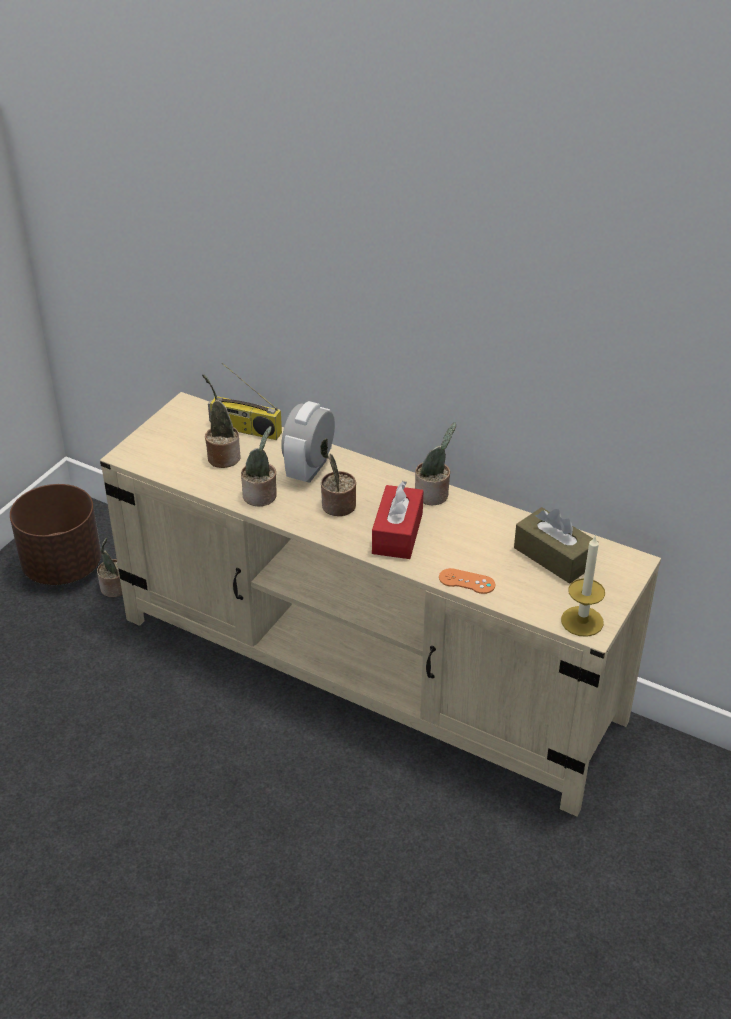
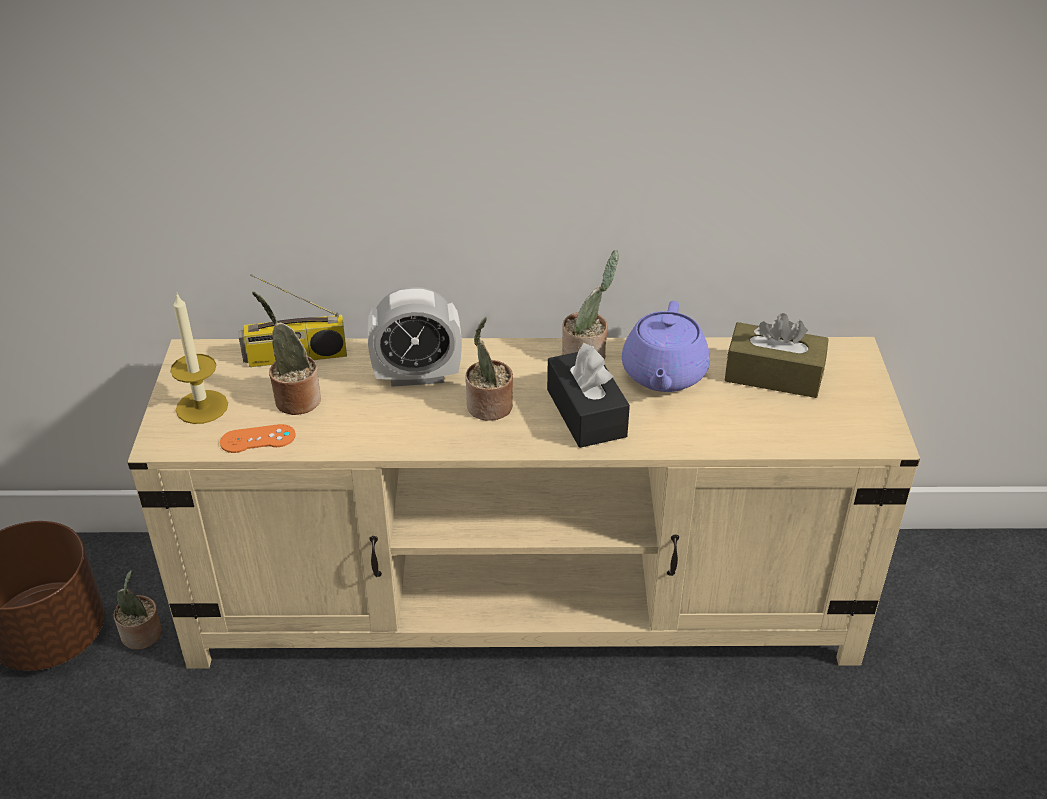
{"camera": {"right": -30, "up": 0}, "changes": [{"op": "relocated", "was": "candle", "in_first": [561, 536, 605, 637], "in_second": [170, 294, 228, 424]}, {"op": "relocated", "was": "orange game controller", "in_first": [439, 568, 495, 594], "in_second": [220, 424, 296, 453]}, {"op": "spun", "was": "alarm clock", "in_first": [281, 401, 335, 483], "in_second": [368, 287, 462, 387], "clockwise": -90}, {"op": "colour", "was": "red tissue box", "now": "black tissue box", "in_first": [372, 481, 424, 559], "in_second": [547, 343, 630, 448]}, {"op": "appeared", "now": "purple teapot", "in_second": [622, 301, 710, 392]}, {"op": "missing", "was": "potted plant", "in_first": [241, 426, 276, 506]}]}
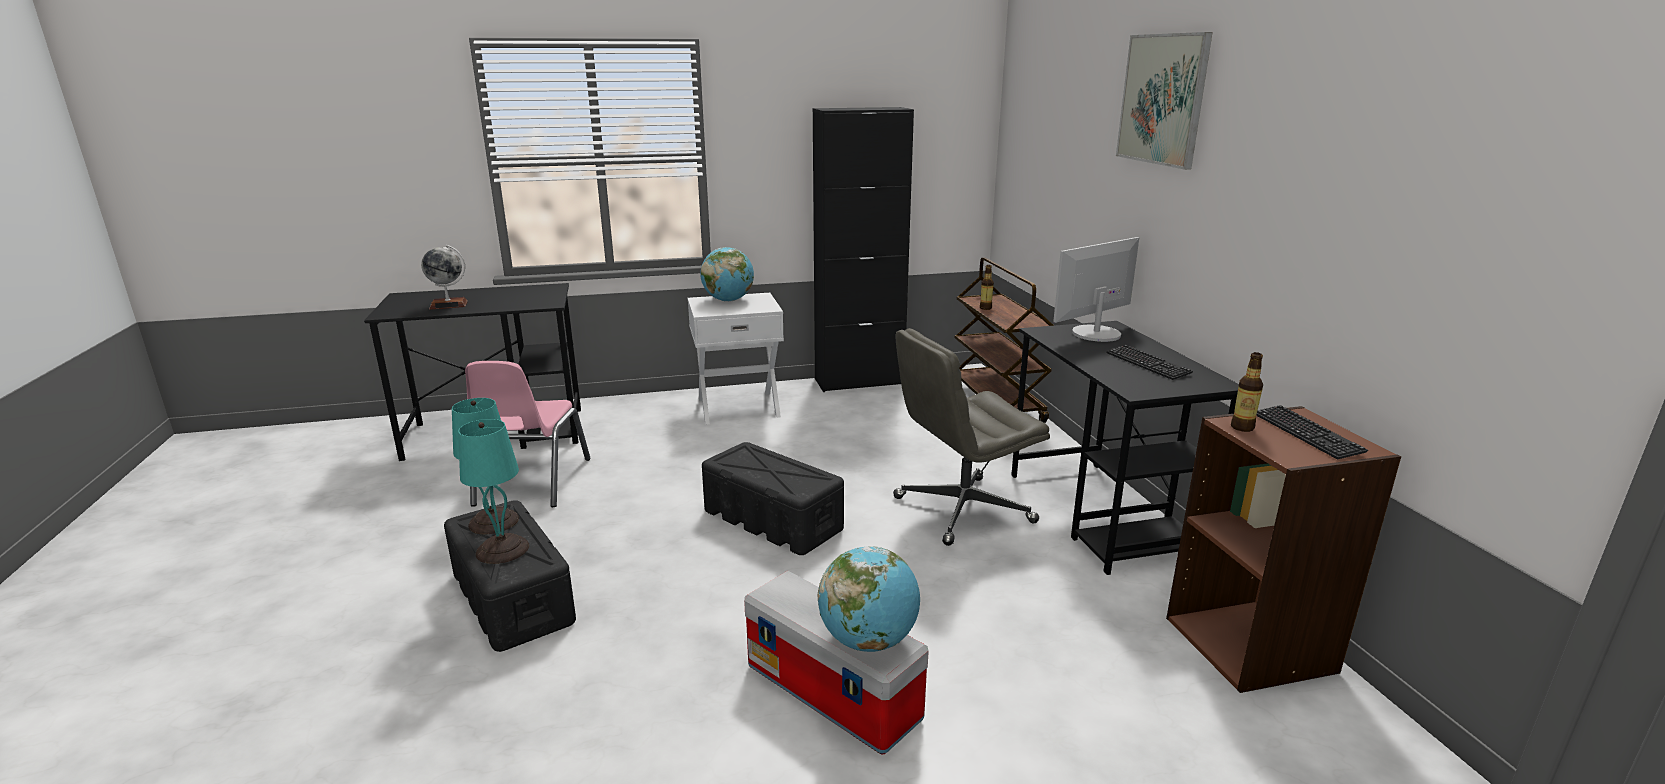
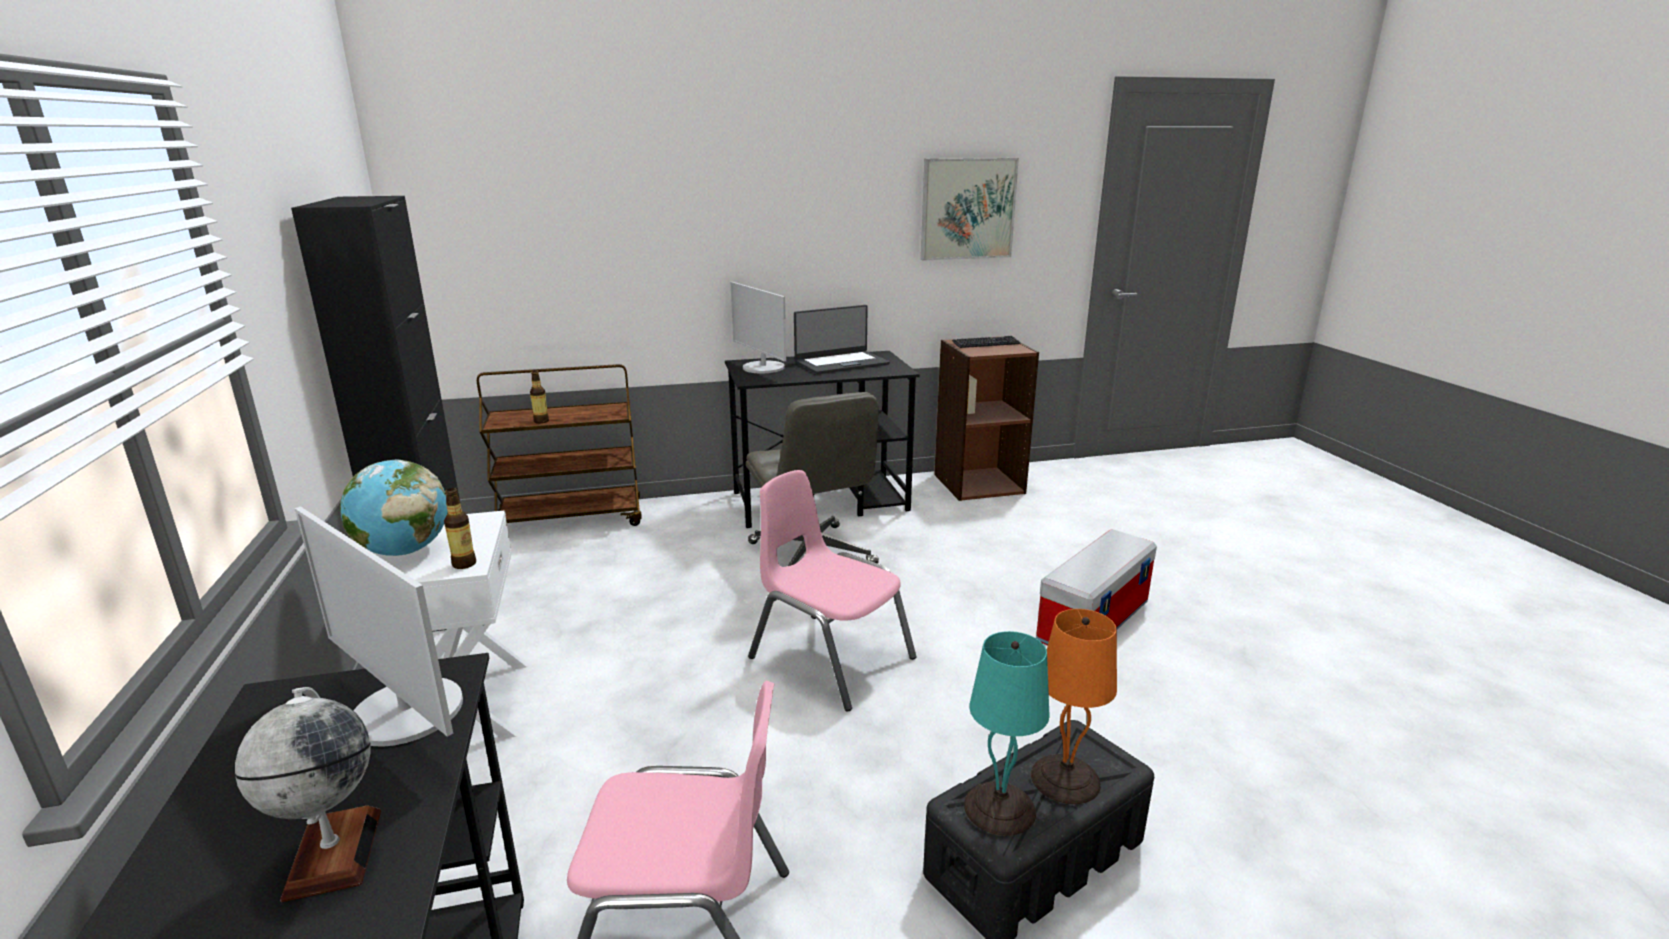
{"camera": {"right": -90, "up": 0}, "changes": [{"op": "appeared", "now": "monitor", "in_second": [295, 507, 463, 746]}, {"op": "relocated", "was": "bottle", "in_first": [1231, 352, 1263, 432], "in_second": [444, 488, 476, 569]}, {"op": "exchanged", "was": "black storage box", "now": "pink chair", "in_first": [702, 442, 844, 555], "in_second": [748, 470, 917, 711]}, {"op": "exchanged", "was": "keyboard", "now": "laptop", "in_first": [1107, 345, 1193, 380], "in_second": [794, 305, 890, 374]}, {"op": "relocated", "was": "picture", "in_first": [1116, 32, 1213, 170], "in_second": [921, 158, 1019, 260]}, {"op": "colour", "was": "turquoise table lamp", "now": "orange table lamp", "in_first": [458, 419, 529, 564], "in_second": [1031, 609, 1117, 804]}, {"op": "missing", "was": "globe", "in_first": [818, 546, 920, 652]}]}
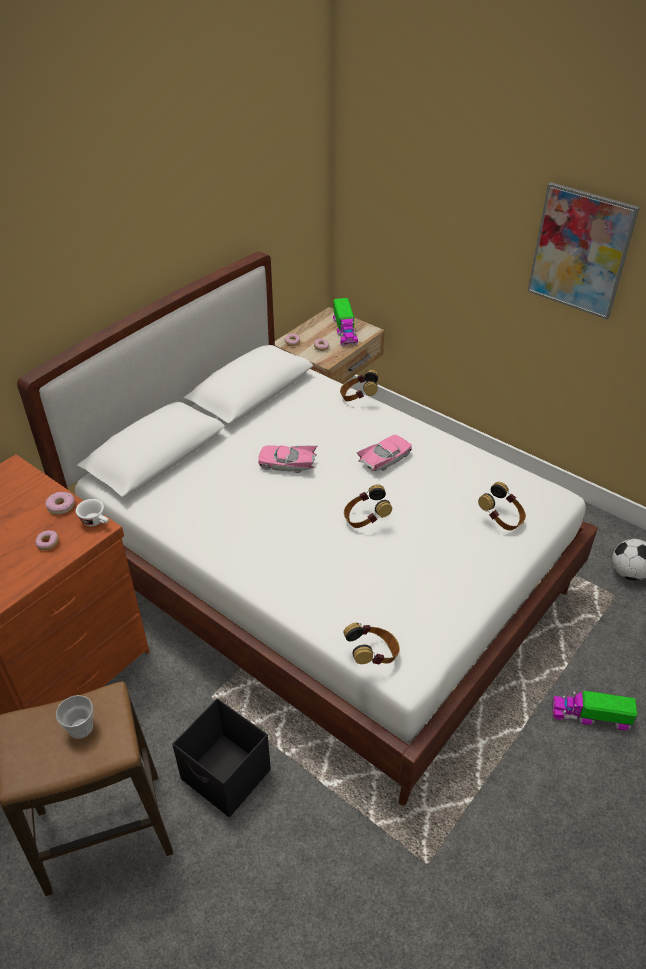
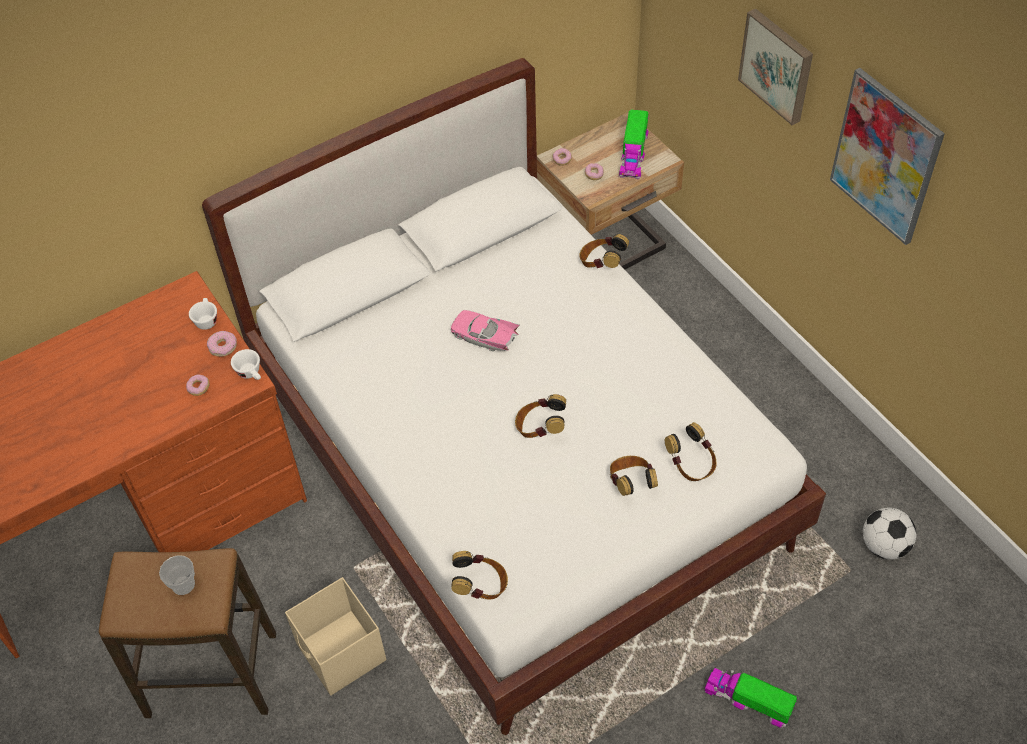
{"camera": {"right": 20, "up": 10}, "changes": [{"op": "appeared", "now": "white cup", "in_second": [189, 298, 217, 330]}, {"op": "colour", "was": "black storage box", "now": "beige storage box", "in_first": [172, 698, 271, 817], "in_second": [285, 577, 386, 696]}, {"op": "appeared", "now": "headphones", "in_second": [610, 456, 658, 496]}, {"op": "appeared", "now": "picture", "in_second": [738, 9, 813, 125]}, {"op": "missing", "was": "pink toy car", "in_first": [357, 435, 412, 471]}]}
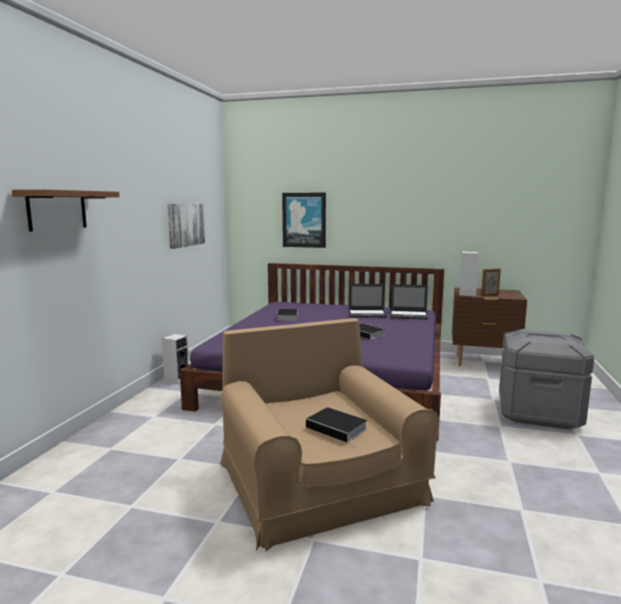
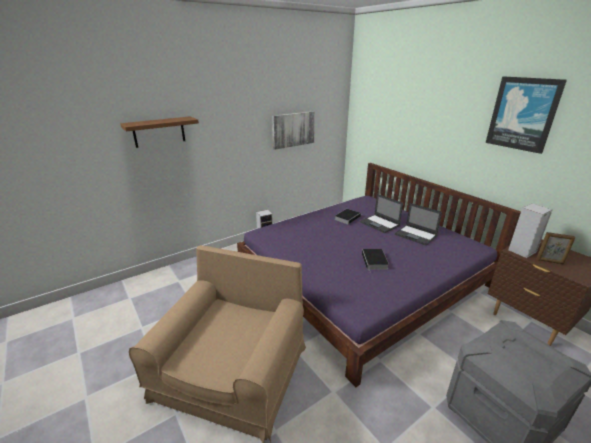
{"camera": {"right": 40, "up": 15}, "changes": [{"op": "relocated", "was": "laptop", "in_first": [390, 284, 428, 320], "in_second": [360, 194, 403, 233]}, {"op": "relocated", "was": "picture", "in_first": [282, 193, 326, 248], "in_second": [486, 76, 567, 154]}, {"op": "missing", "was": "book", "in_first": [306, 407, 367, 444]}]}
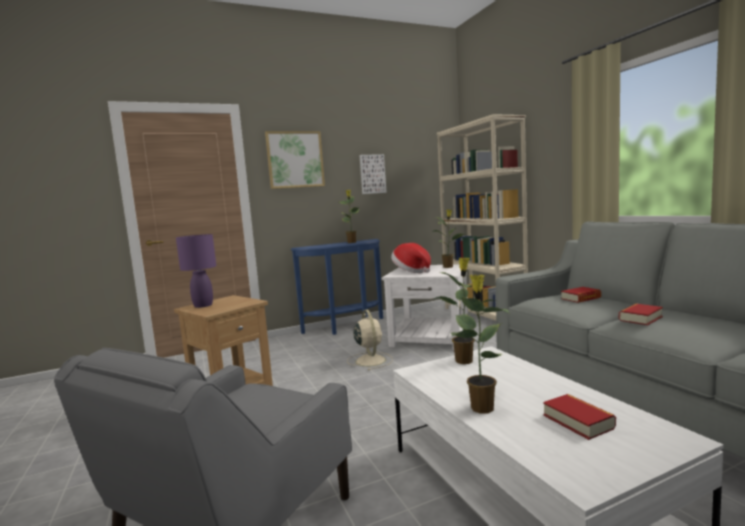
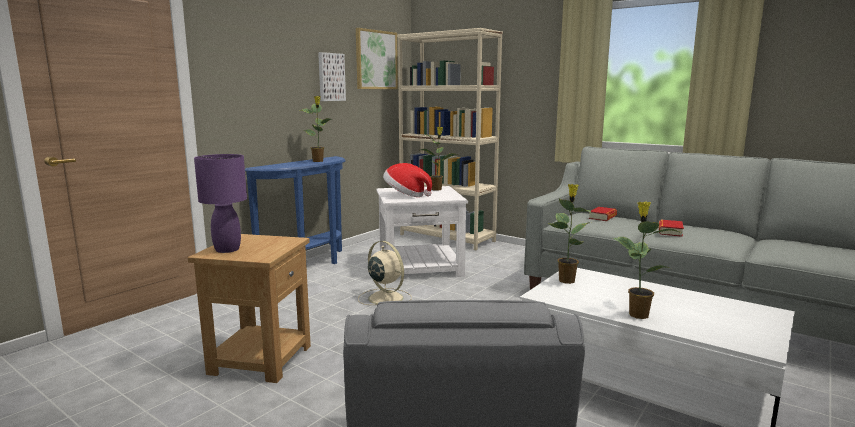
{"camera": {"right": -30, "up": 5}, "changes": [{"op": "relocated", "was": "picture", "in_first": [265, 131, 325, 189], "in_second": [356, 28, 398, 89]}, {"op": "missing", "was": "book", "in_first": [543, 394, 616, 440]}]}
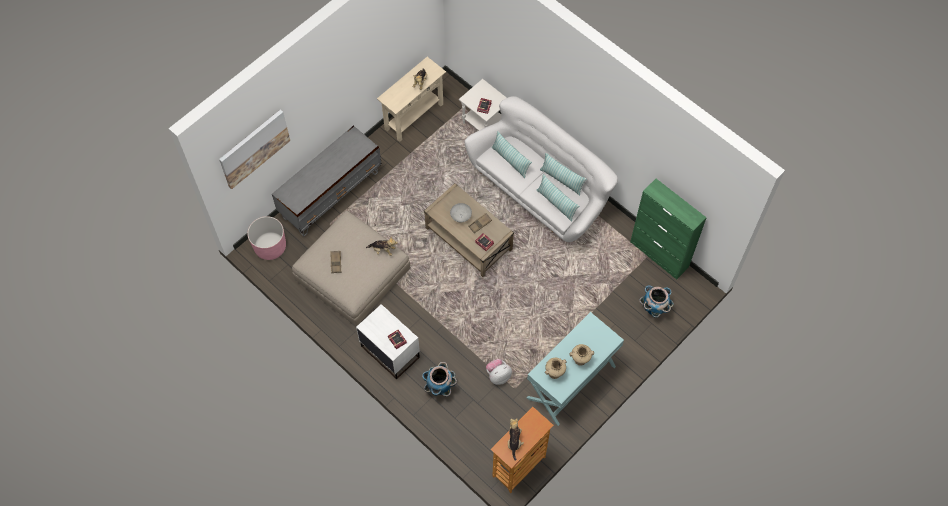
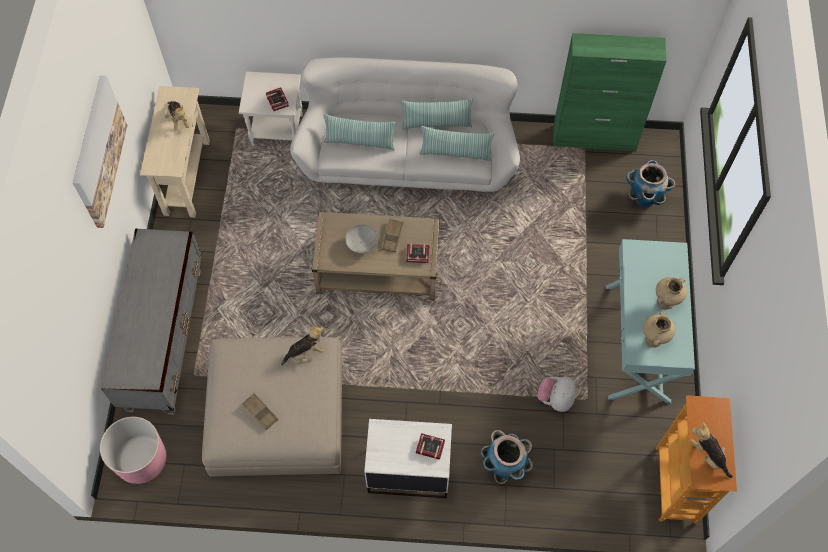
{"camera": {"right": -40, "up": 0}, "changes": [{"op": "relocated", "was": "picture", "in_first": [219, 109, 290, 189], "in_second": [73, 75, 127, 228]}]}
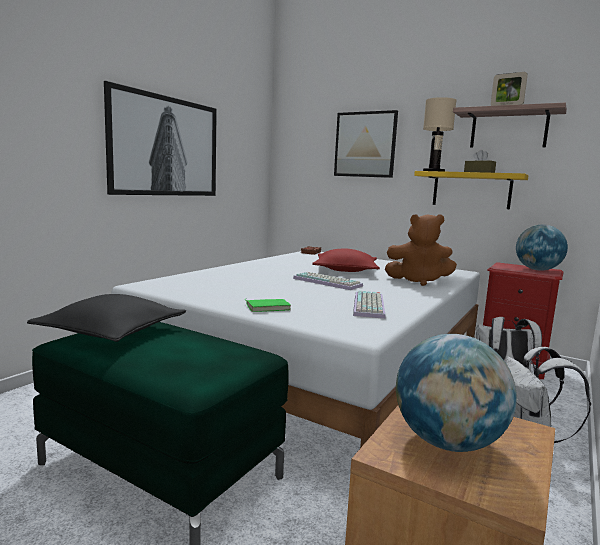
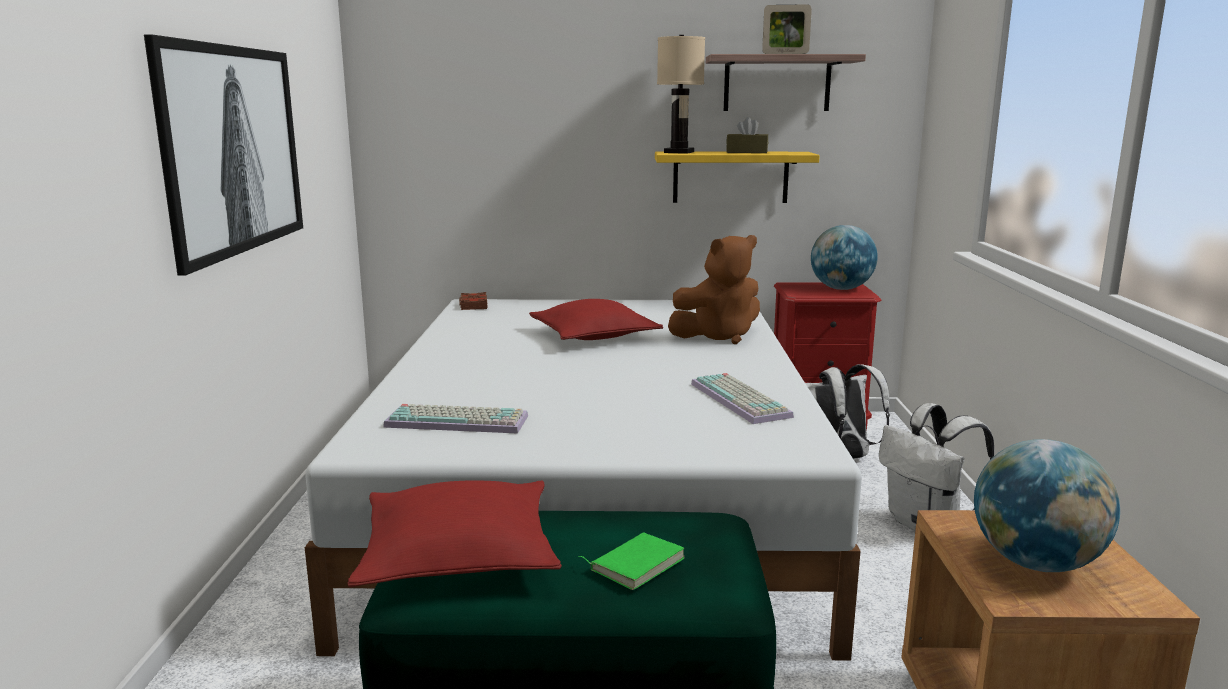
{"camera": {"right": -30, "up": 5}, "changes": [{"op": "colour", "was": "black pillow", "now": "red pillow", "in_first": [27, 294, 186, 342], "in_second": [347, 480, 562, 587]}, {"op": "relocated", "was": "keyboard", "in_first": [293, 272, 363, 290], "in_second": [383, 404, 528, 434]}, {"op": "relocated", "was": "green book", "in_first": [245, 299, 291, 312], "in_second": [578, 532, 685, 590]}, {"op": "missing", "was": "picture", "in_first": [334, 110, 398, 178]}]}
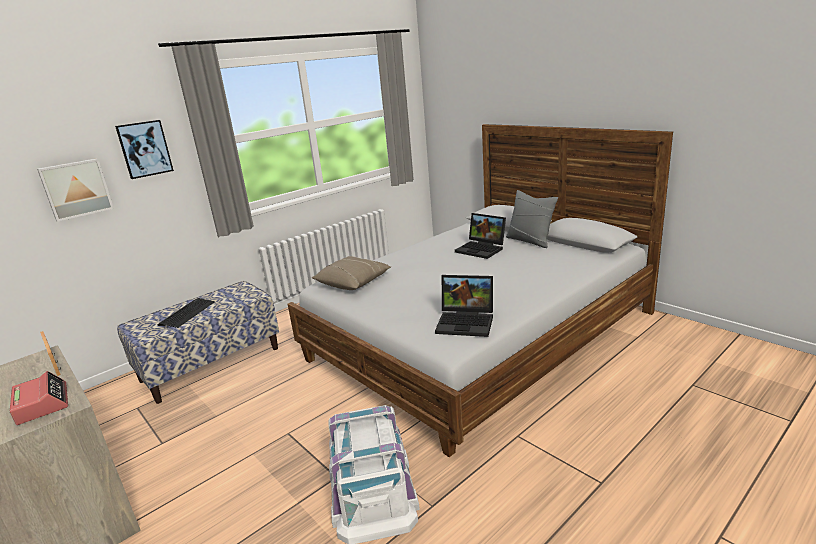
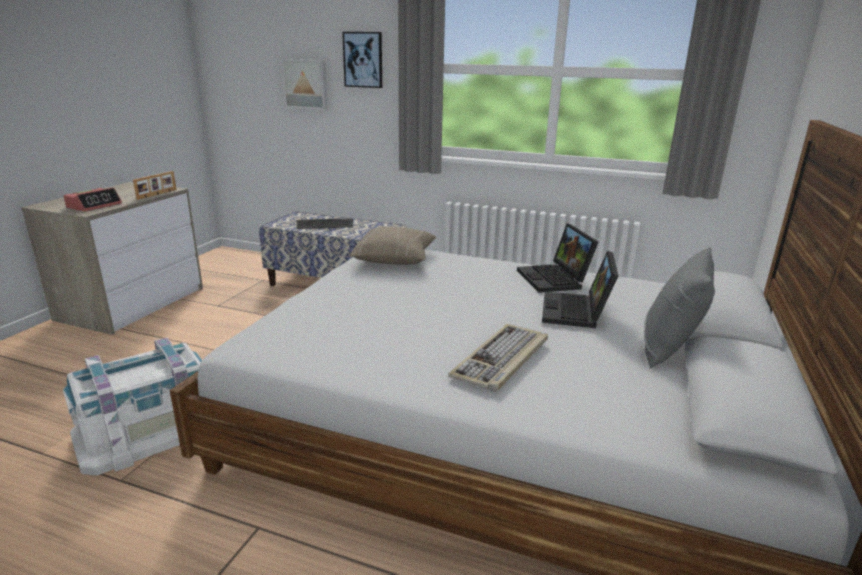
{"camera": {"right": 60, "up": 0}, "changes": [{"op": "appeared", "now": "keyboard", "in_second": [448, 324, 548, 392]}, {"op": "relocated", "was": "laptop", "in_first": [435, 275, 493, 337], "in_second": [517, 223, 598, 293]}]}
